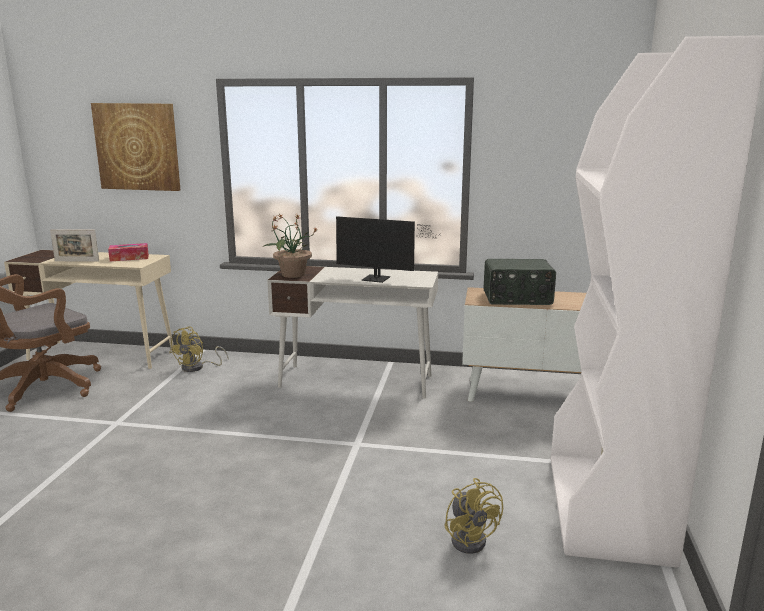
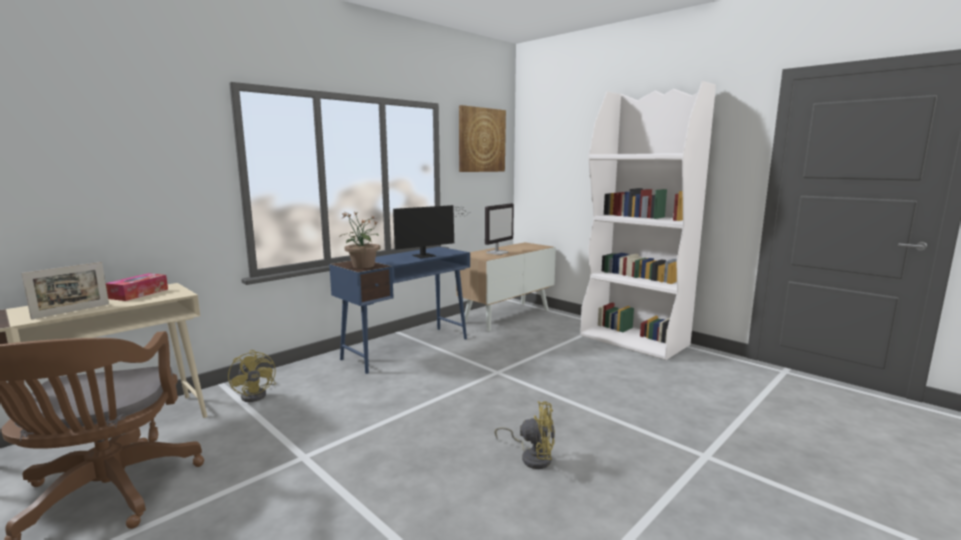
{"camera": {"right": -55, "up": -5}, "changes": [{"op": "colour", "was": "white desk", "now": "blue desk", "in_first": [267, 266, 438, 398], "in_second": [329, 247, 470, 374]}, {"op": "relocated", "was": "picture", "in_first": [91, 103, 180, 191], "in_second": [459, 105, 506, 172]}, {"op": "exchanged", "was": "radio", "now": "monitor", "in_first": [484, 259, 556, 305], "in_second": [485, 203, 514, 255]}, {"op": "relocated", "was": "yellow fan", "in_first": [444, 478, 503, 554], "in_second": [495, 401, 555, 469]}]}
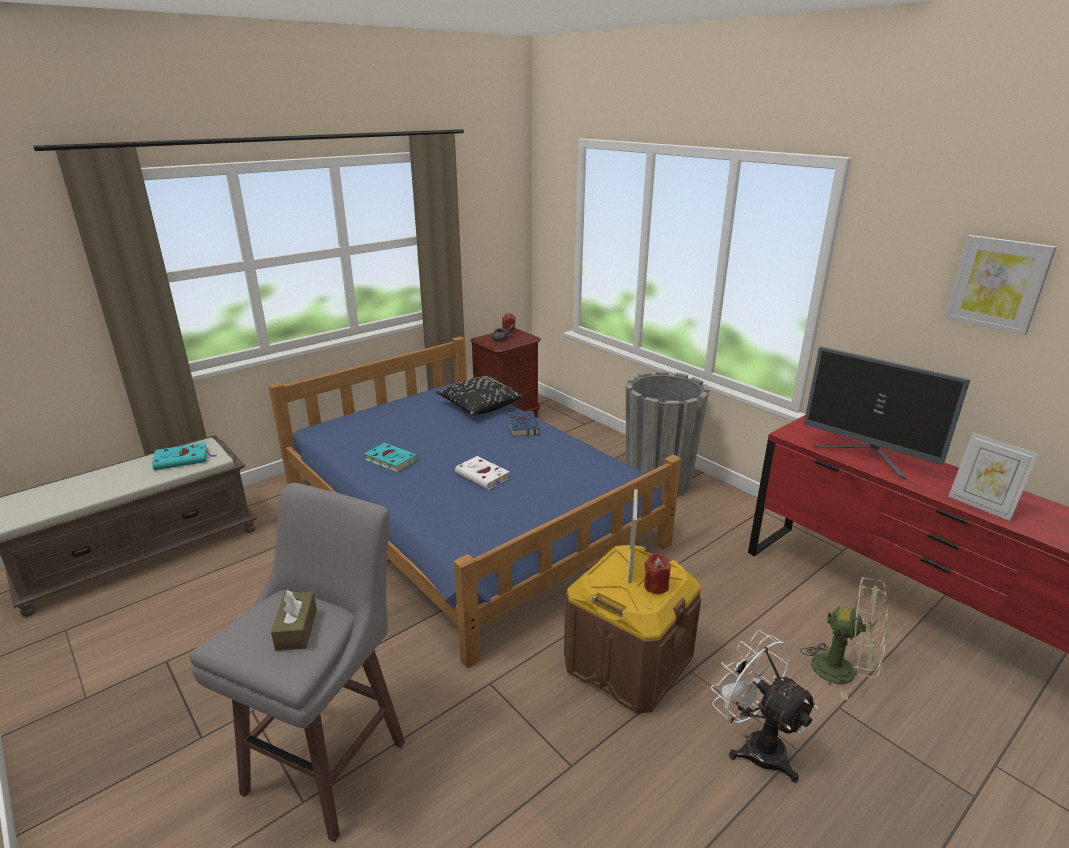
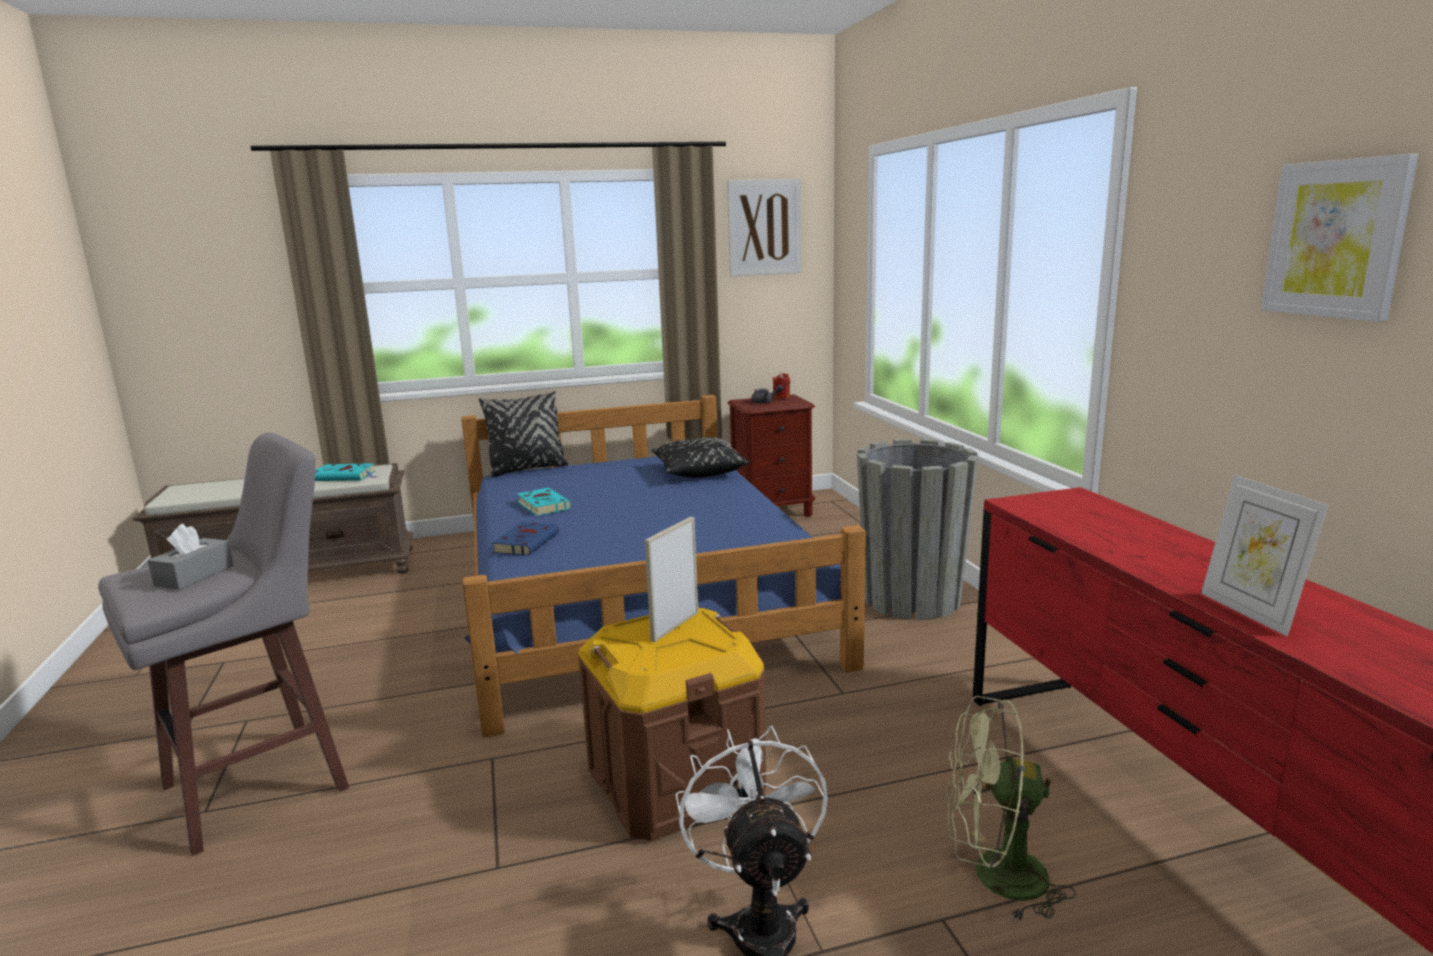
{"camera": {"right": 25, "up": -10}, "changes": [{"op": "colour", "was": "brown tissue box", "now": "grey tissue box", "in_first": [271, 590, 317, 651], "in_second": [148, 524, 233, 590]}, {"op": "appeared", "now": "black pillow", "in_second": [479, 391, 568, 478]}, {"op": "relocated", "was": "blue book", "in_first": [508, 411, 540, 437], "in_second": [492, 522, 559, 556]}, {"op": "appeared", "now": "picture", "in_second": [727, 179, 801, 276]}, {"op": "spun", "was": "green fan", "in_first": [800, 577, 888, 700], "in_second": [945, 696, 1076, 922], "clockwise": 135}, {"op": "missing", "was": "white book", "in_first": [455, 456, 510, 490]}, {"op": "missing", "was": "red candle", "in_first": [644, 553, 671, 594]}, {"op": "missing", "was": "monitor", "in_first": [804, 346, 970, 480]}]}
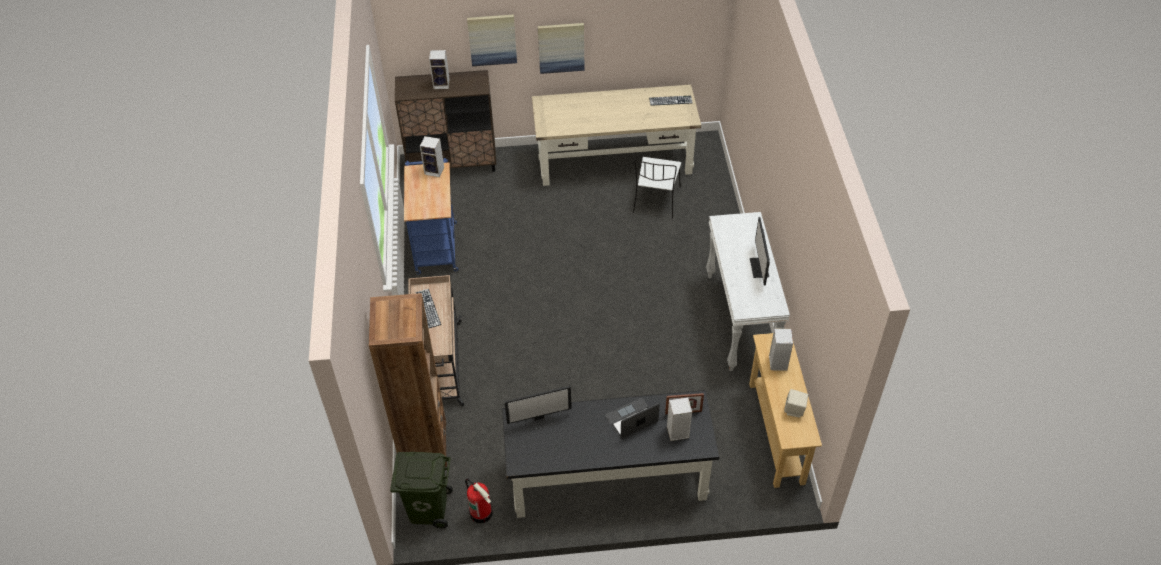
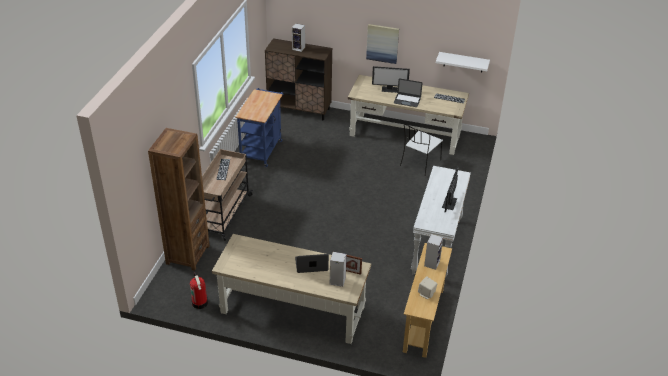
{"camera": {"right": 20, "up": -10}, "changes": [{"op": "colour", "was": "black desk", "now": "beige desk", "in_first": [502, 390, 719, 518], "in_second": [212, 234, 371, 344]}, {"op": "relocated", "was": "monitor", "in_first": [504, 386, 572, 431], "in_second": [372, 66, 410, 93]}, {"op": "appeared", "now": "laptop", "in_second": [394, 78, 422, 107]}, {"op": "appeared", "now": "white shelf", "in_second": [436, 52, 490, 72]}, {"op": "missing", "was": "green trash can", "in_first": [390, 452, 453, 528]}, {"op": "missing", "was": "speaker", "in_first": [420, 136, 444, 177]}, {"op": "missing", "was": "picture", "in_first": [467, 14, 517, 66]}]}
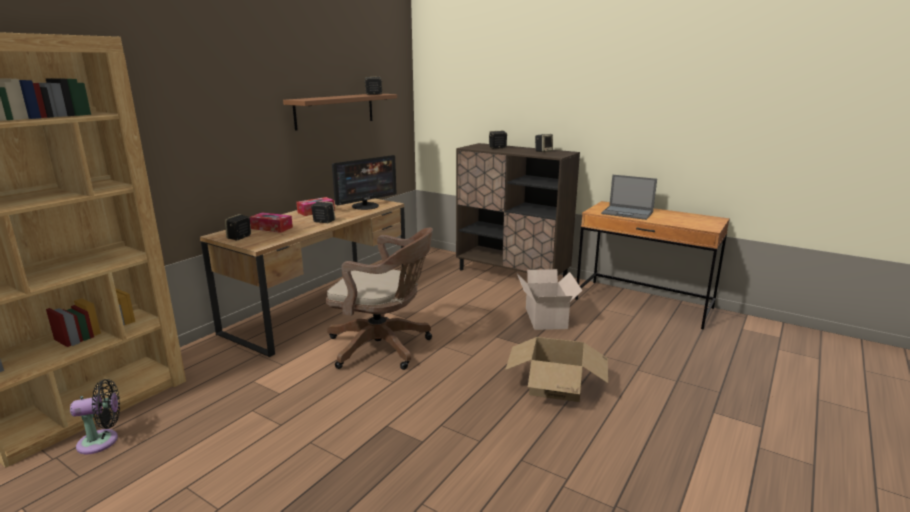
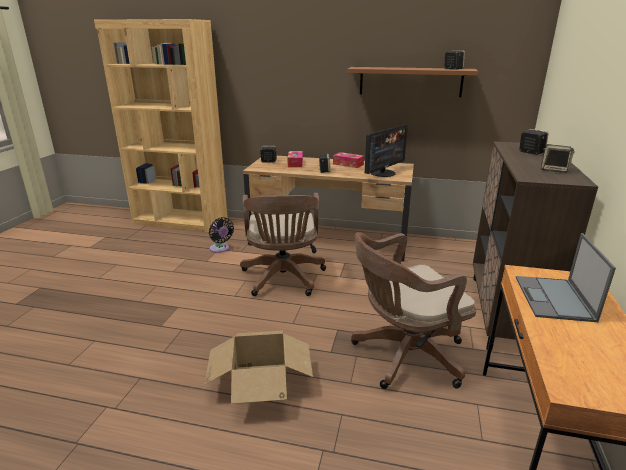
{"camera": {"right": 70, "up": 5}, "changes": [{"op": "relocated", "was": "black fan", "in_first": [70, 379, 120, 454], "in_second": [209, 217, 234, 253]}, {"op": "exchanged", "was": "cardboard box", "now": "brown office chair", "in_first": [517, 269, 583, 330], "in_second": [351, 232, 476, 389]}, {"op": "spun", "was": "monitor", "in_first": [332, 155, 396, 210], "in_second": [364, 124, 408, 177], "clockwise": -75}]}
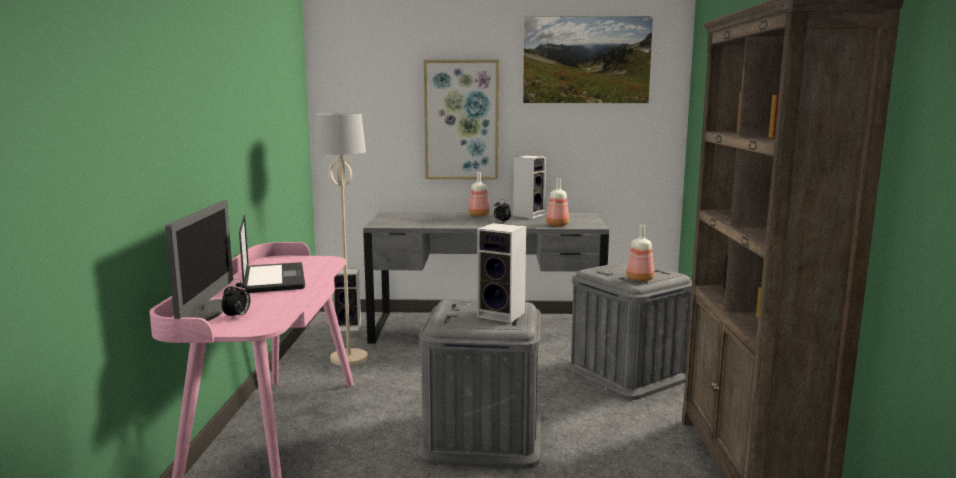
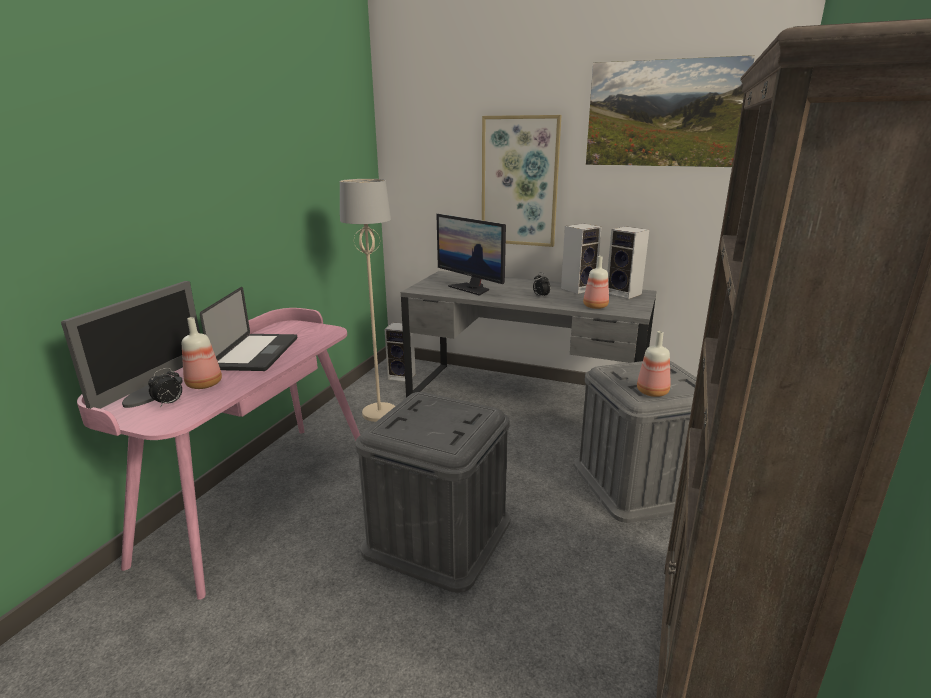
{"camera": {"right": 20, "up": 10}, "changes": [{"op": "relocated", "was": "bottle", "in_first": [469, 172, 490, 216], "in_second": [182, 317, 222, 389]}, {"op": "appeared", "now": "monitor", "in_second": [436, 214, 506, 296]}, {"op": "relocated", "was": "speaker", "in_first": [477, 223, 526, 323], "in_second": [607, 226, 649, 299]}]}
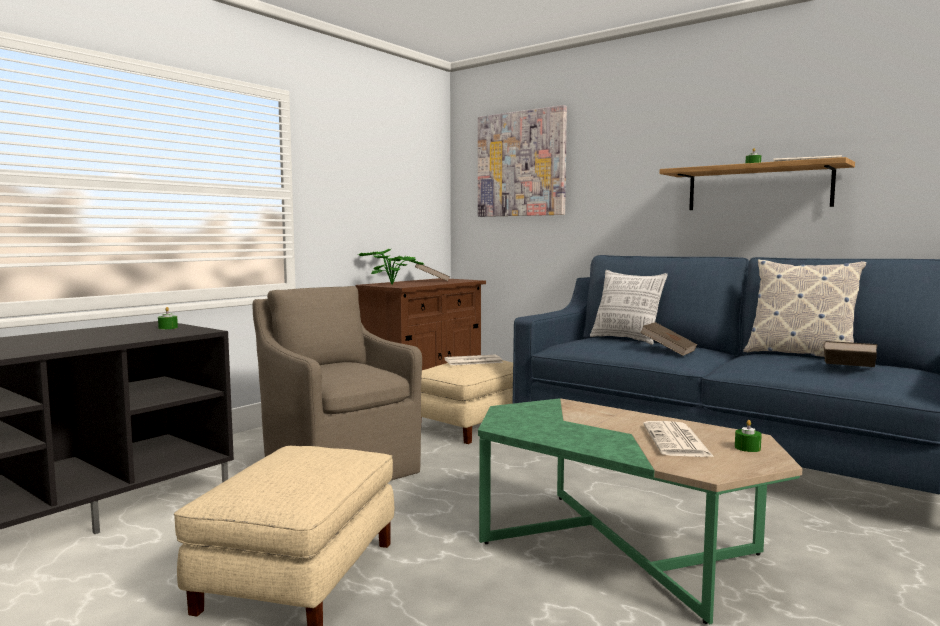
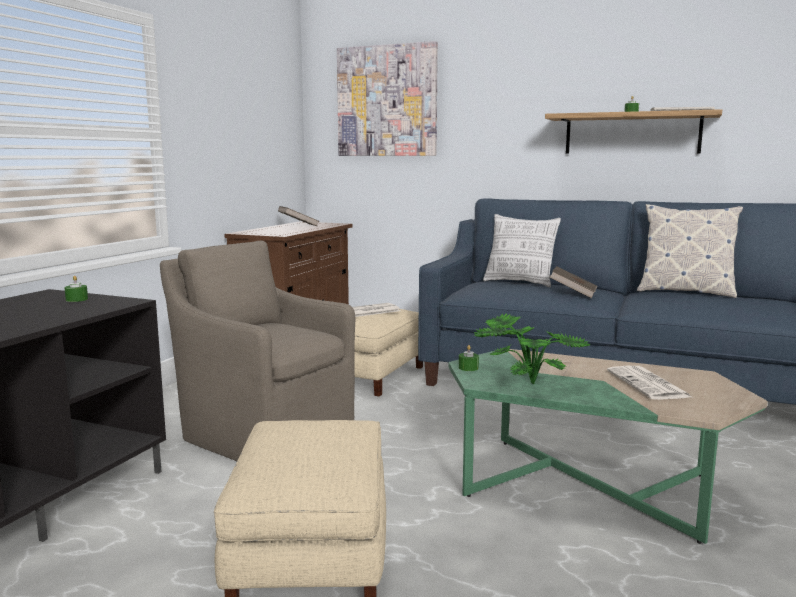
{"camera": {"right": -15, "up": 5}, "changes": [{"op": "relocated", "was": "green candle", "in_first": [735, 420, 762, 452], "in_second": [459, 345, 479, 371]}, {"op": "relocated", "was": "potted plant", "in_first": [358, 249, 423, 285], "in_second": [474, 313, 591, 385]}, {"op": "missing", "was": "brown book", "in_first": [824, 341, 877, 367]}]}
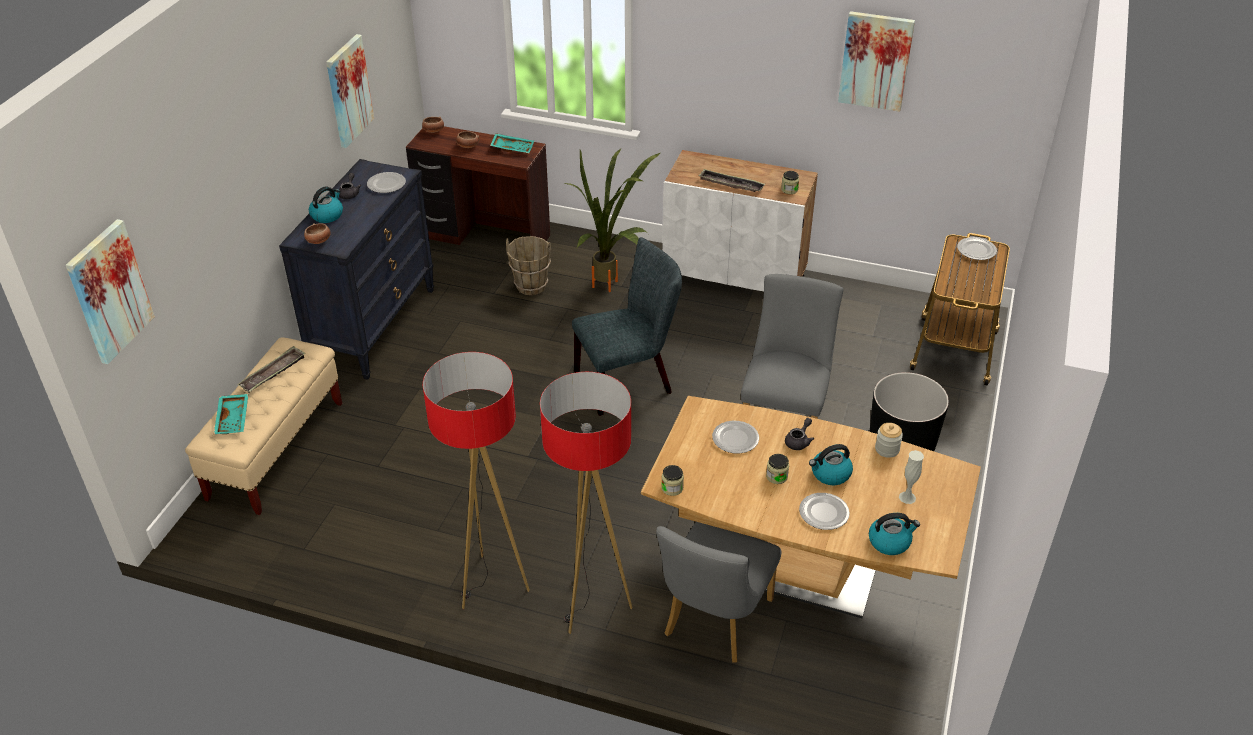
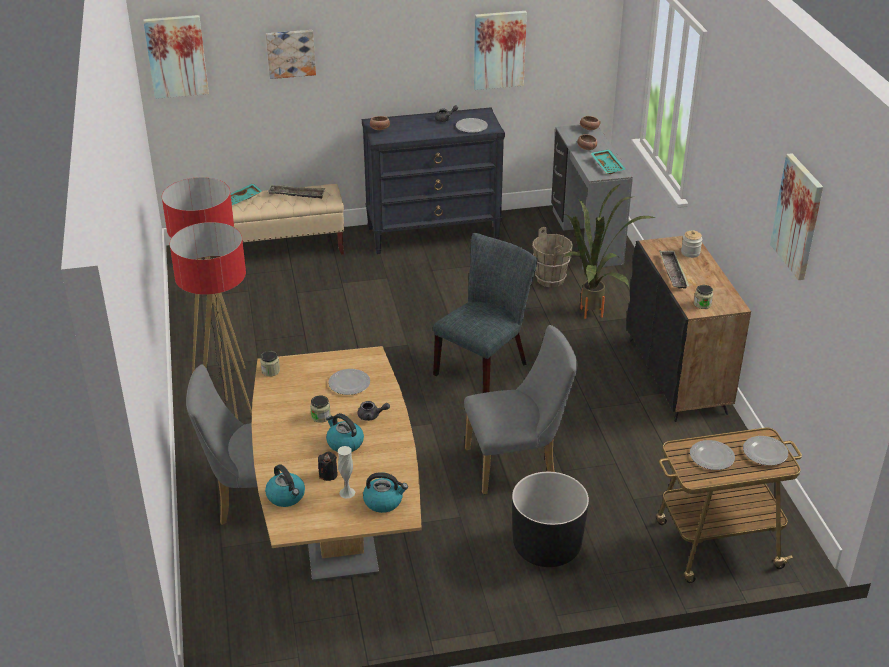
{"camera": {"right": 60, "up": -5}, "changes": [{"op": "appeared", "now": "picture", "in_second": [266, 30, 316, 79]}, {"op": "appeared", "now": "black candle", "in_second": [318, 451, 338, 481]}, {"op": "relocated", "was": "kettle", "in_first": [309, 186, 343, 223], "in_second": [363, 472, 408, 513]}, {"op": "spun", "was": "grey chair", "in_first": [572, 237, 682, 416], "in_second": [433, 233, 537, 393], "clockwise": -90}, {"op": "colour", "was": "brown desk", "now": "grey desk", "in_first": [406, 126, 550, 245], "in_second": [551, 125, 633, 269]}, {"op": "colour", "was": "white cabinet", "now": "black cabinet", "in_first": [662, 150, 818, 291], "in_second": [627, 236, 751, 422]}, {"op": "relocated", "was": "jar", "in_first": [875, 423, 903, 458], "in_second": [681, 230, 702, 258]}, {"op": "relocated", "was": "plate", "in_first": [799, 493, 850, 530], "in_second": [690, 440, 735, 470]}]}
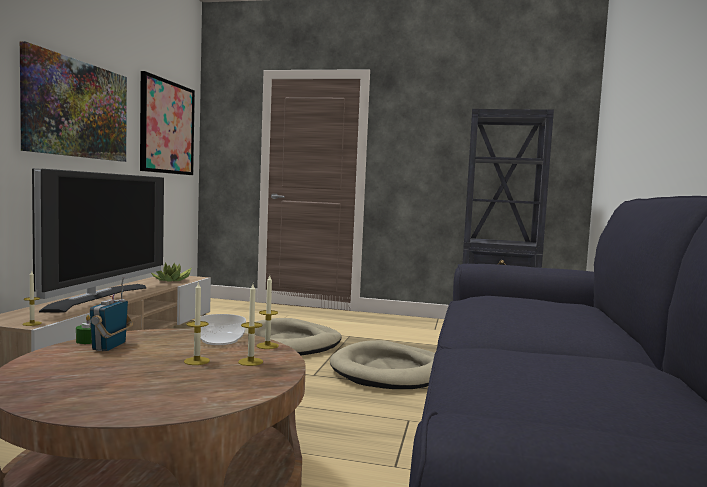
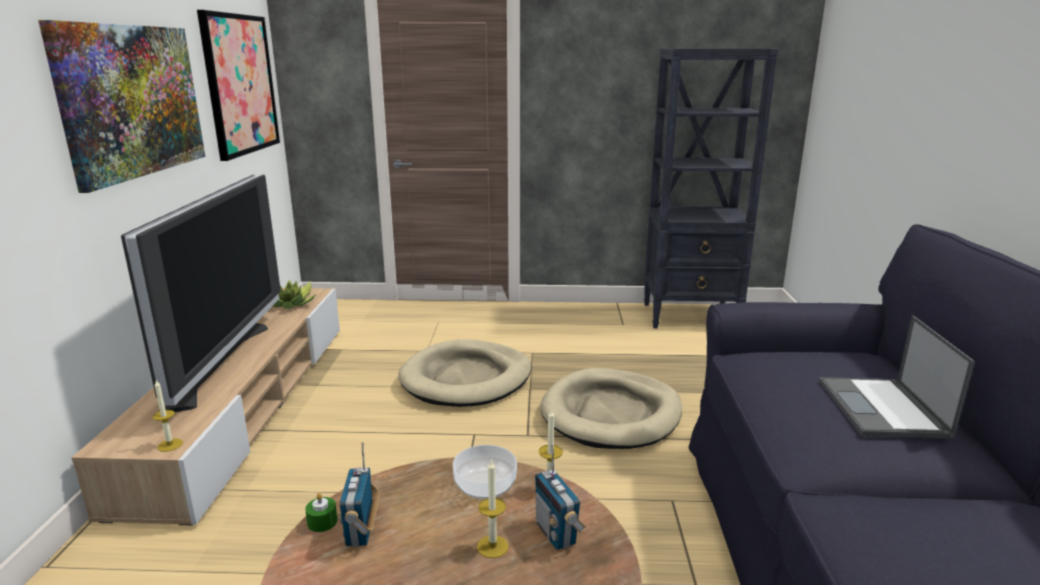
{"camera": {"right": -10, "up": 15}, "changes": [{"op": "exchanged", "was": "candle", "now": "radio", "in_first": [238, 284, 263, 366], "in_second": [535, 444, 586, 550]}, {"op": "appeared", "now": "laptop", "in_second": [819, 315, 975, 439]}]}
